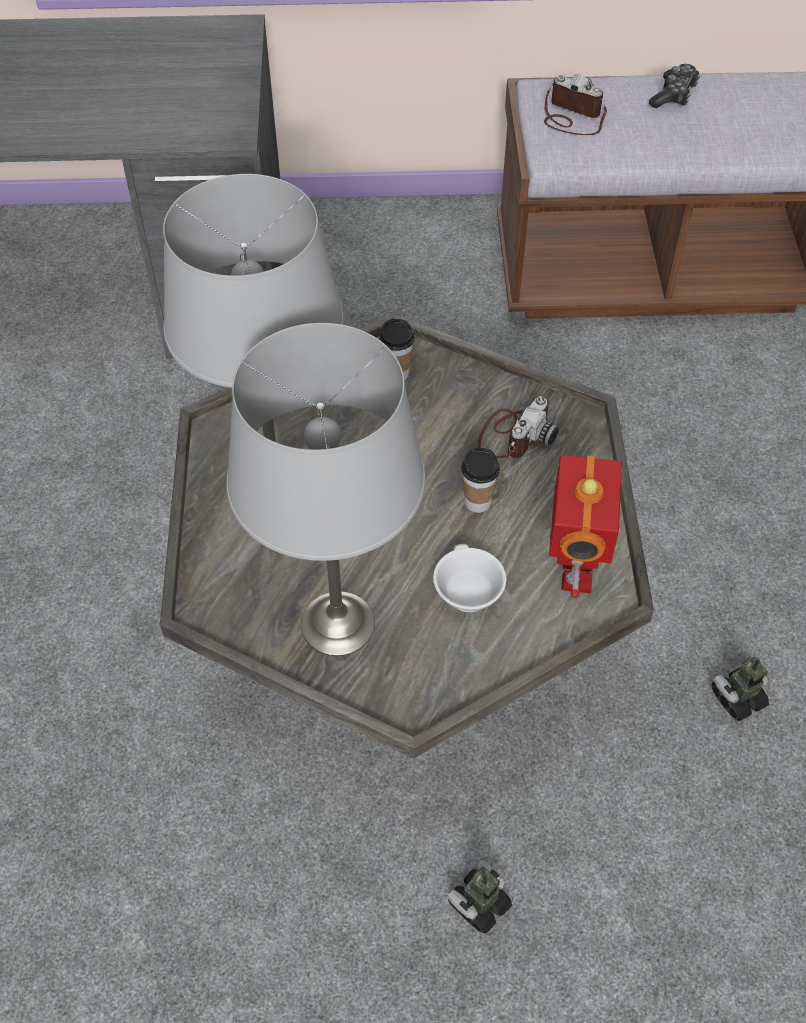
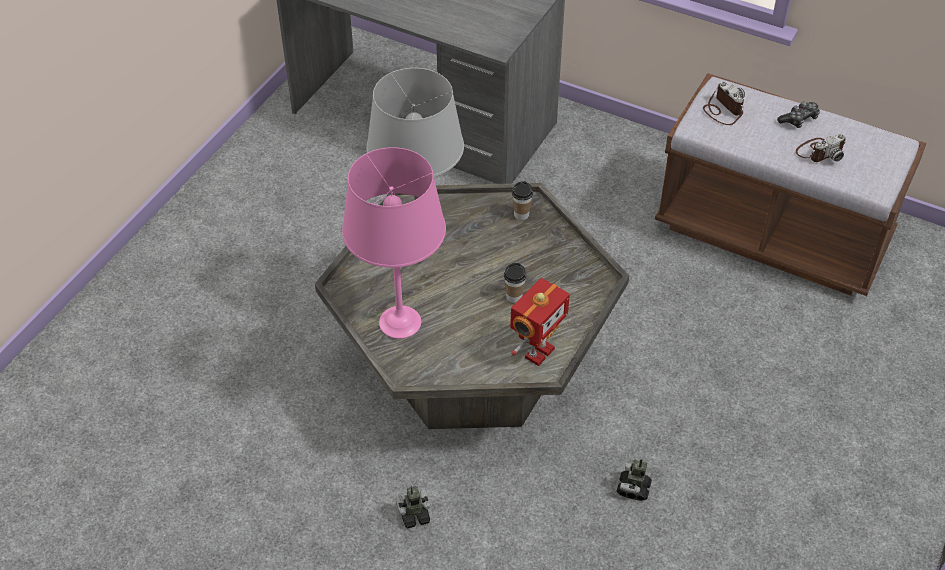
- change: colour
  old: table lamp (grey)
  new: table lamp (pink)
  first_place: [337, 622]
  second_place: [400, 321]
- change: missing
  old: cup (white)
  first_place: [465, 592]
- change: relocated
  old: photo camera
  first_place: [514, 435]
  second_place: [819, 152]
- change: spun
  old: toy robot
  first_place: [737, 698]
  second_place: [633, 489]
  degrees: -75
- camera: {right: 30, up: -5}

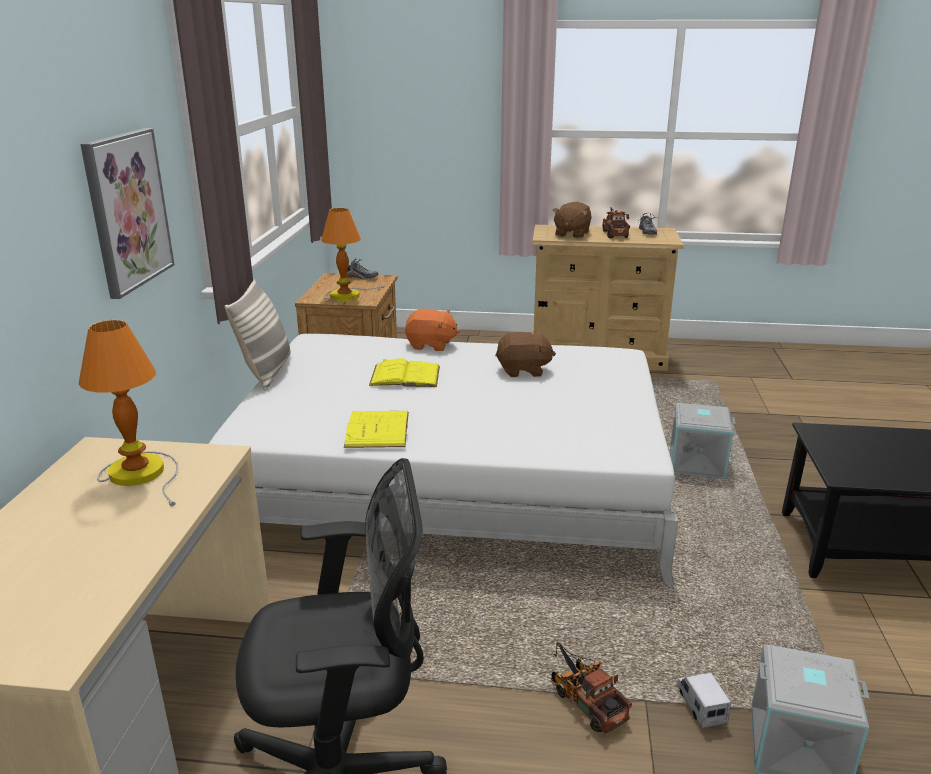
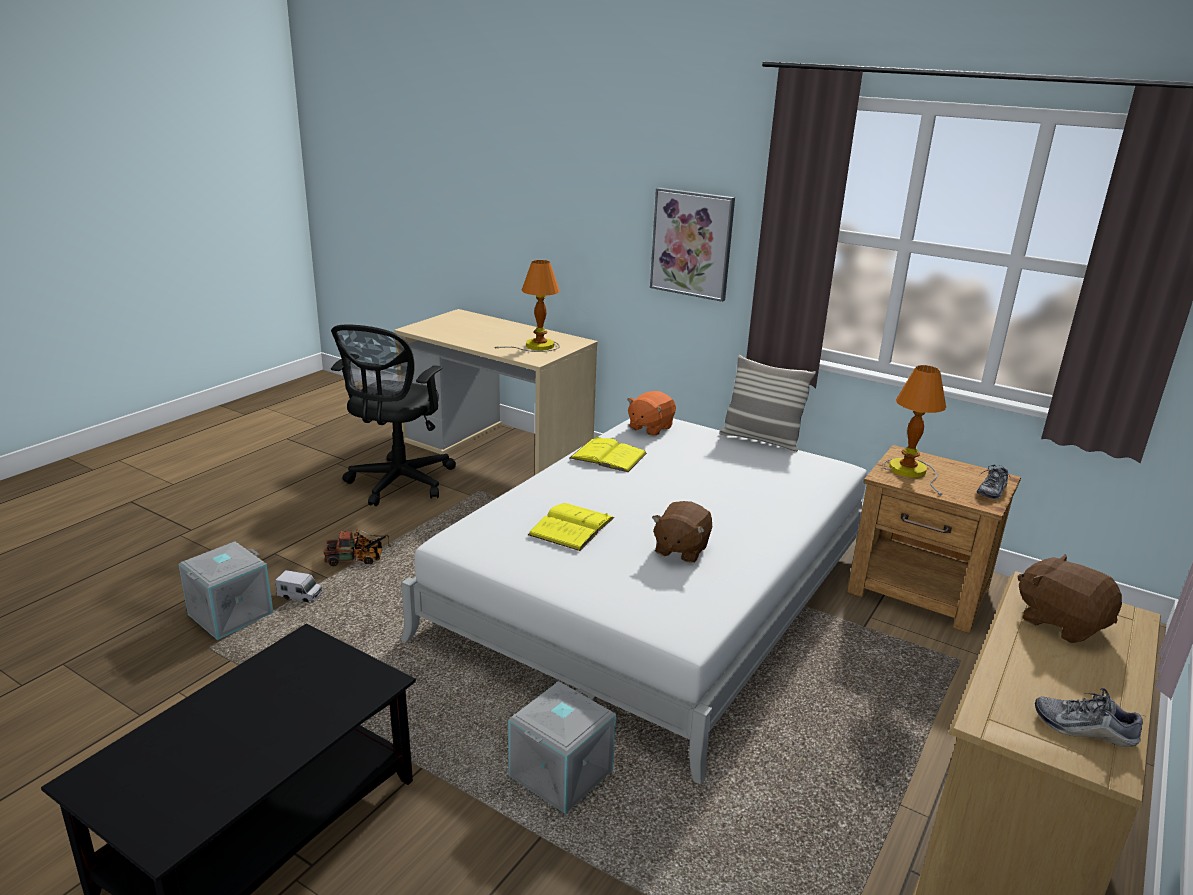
- change: relocated
  old: book (yellow)
  first_place: [405, 375]
  second_place: [572, 526]
- change: relocated
  old: plush toy (orange)
  first_place: [431, 345]
  second_place: [650, 427]
- change: missing
  old: toy truck
  first_place: [614, 233]
- camera: {right: 115, up: 0}

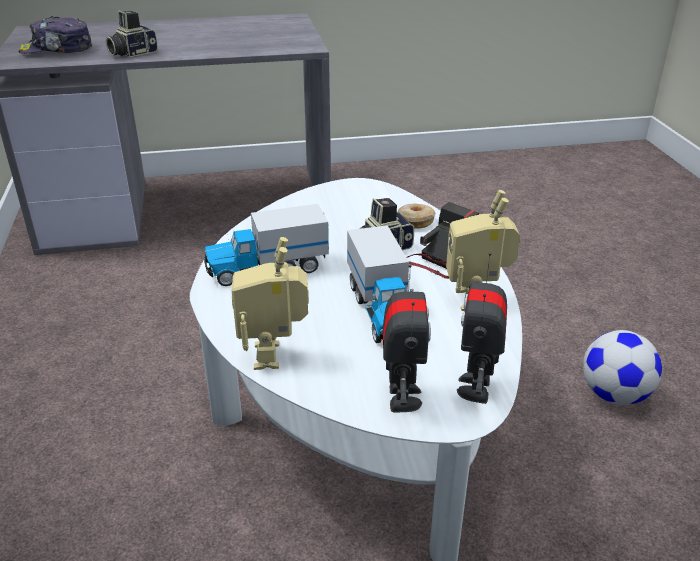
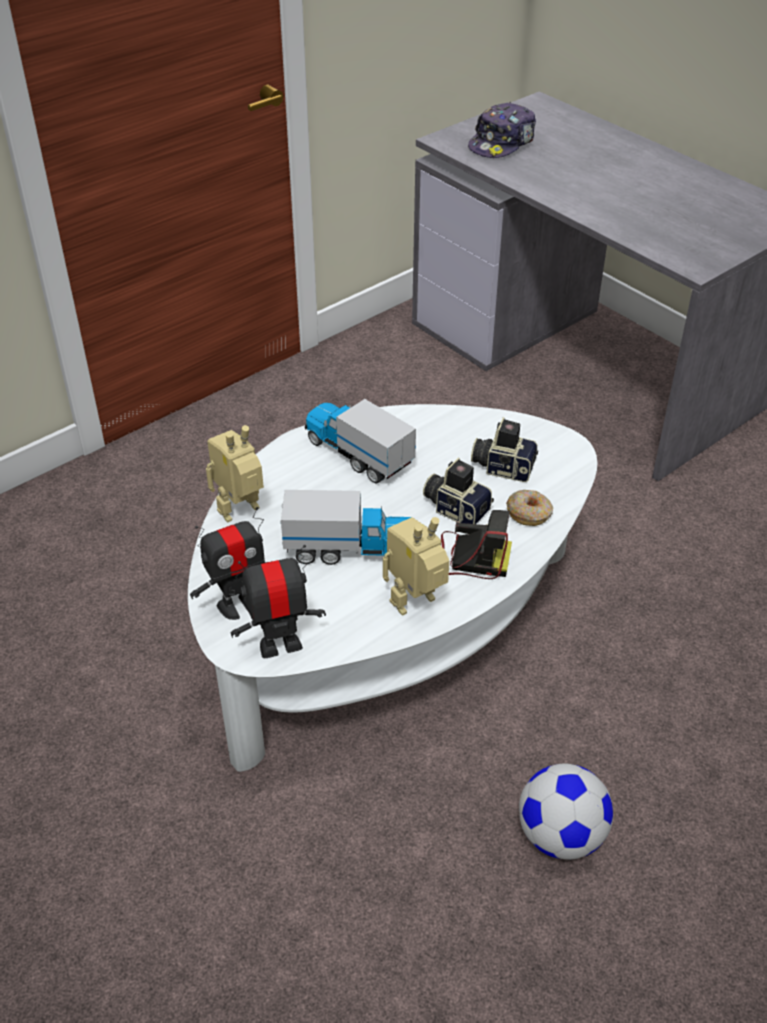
- change: spun
  old: cap
  first_place: [57, 50]
  second_place: [502, 143]
  degrees: -105
- change: relocated
  old: photo camera
  first_place: [132, 53]
  second_place: [503, 466]
- change: spun
  old: toy truck
  first_place: [383, 310]
  second_place: [350, 549]
  degrees: -135
- camera: {right: 60, up: 10}

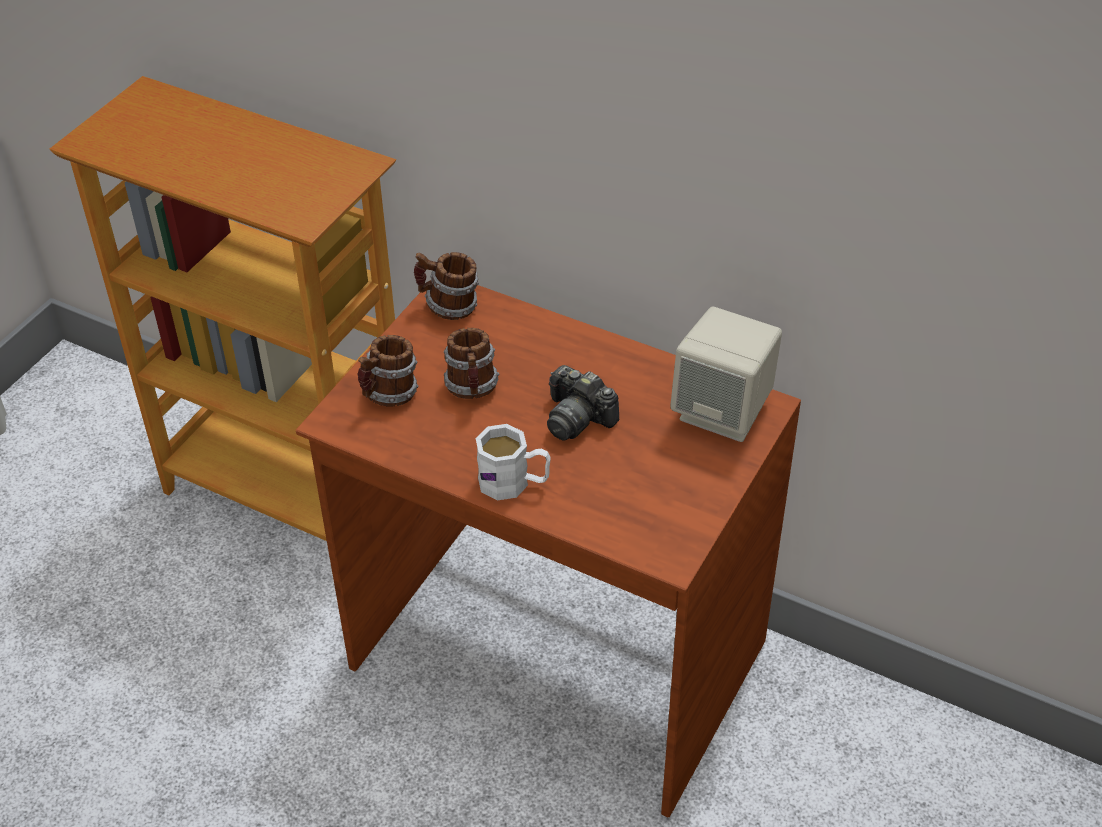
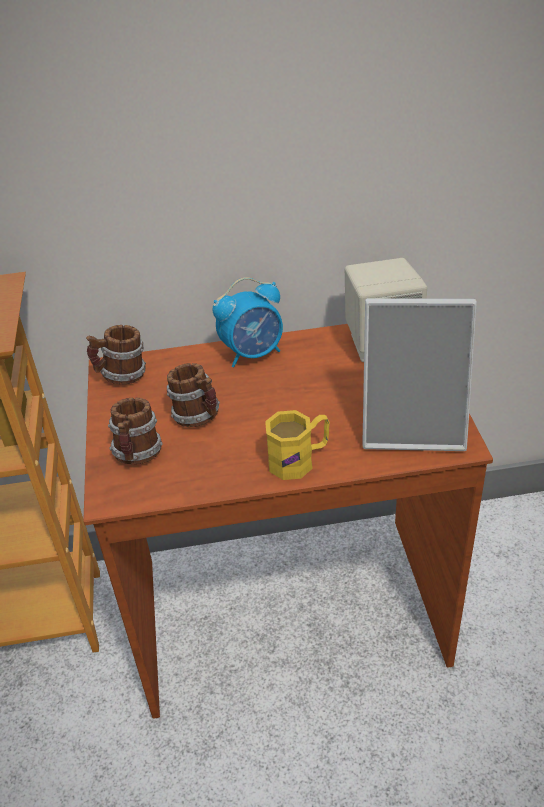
- change: colour
  old: mug (white)
  new: mug (yellow)
  first_place: [514, 483]
  second_place: [299, 460]
- change: missing
  old: photo camera
  first_place: [577, 418]
- change: appeared
  new: alarm clock
  second_place: [253, 353]
- change: appeared
  new: picture frame
  second_place: [413, 426]
- camera: {right: -35, up: -5}

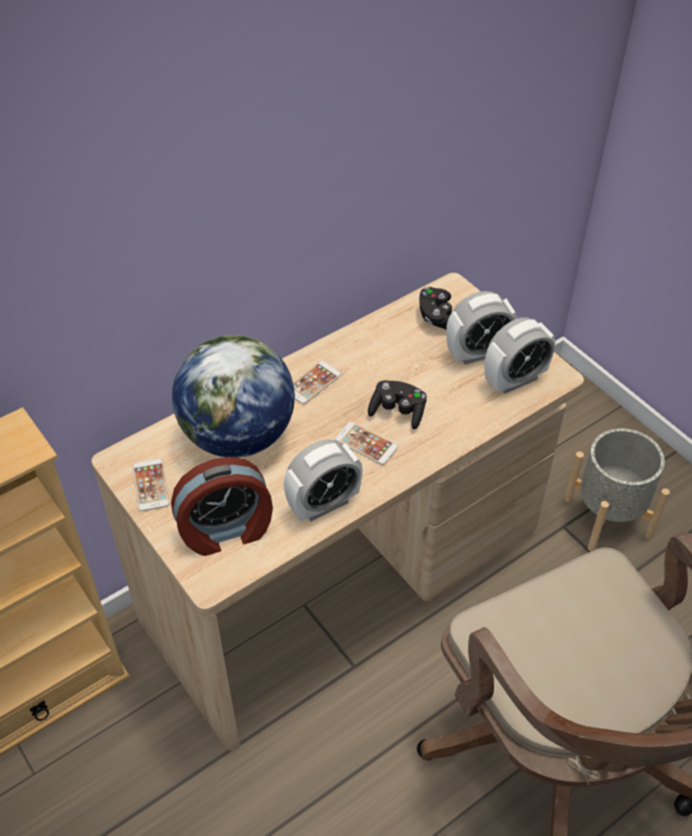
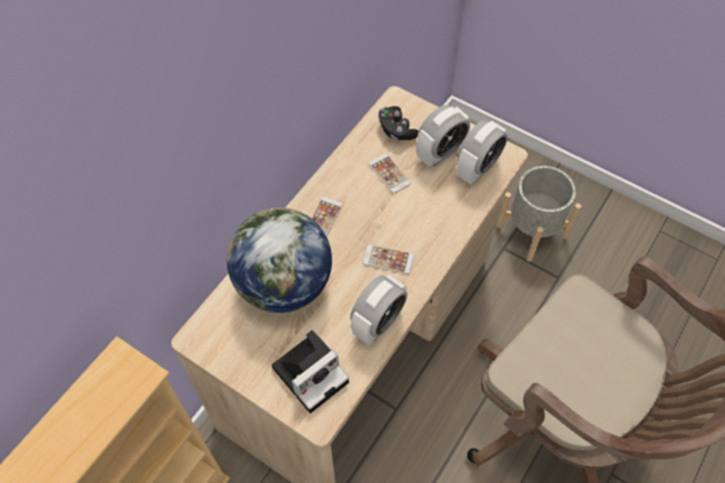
- change: relocated
  old: phone
  first_place: [151, 485]
  second_place: [389, 173]
- change: exchanged
  old: alarm clock
  new: photo camera
  first_place: [226, 531]
  second_place: [312, 372]
- change: missing
  old: game controller (black)
  first_place: [398, 412]
- camera: {right: -20, up: 10}

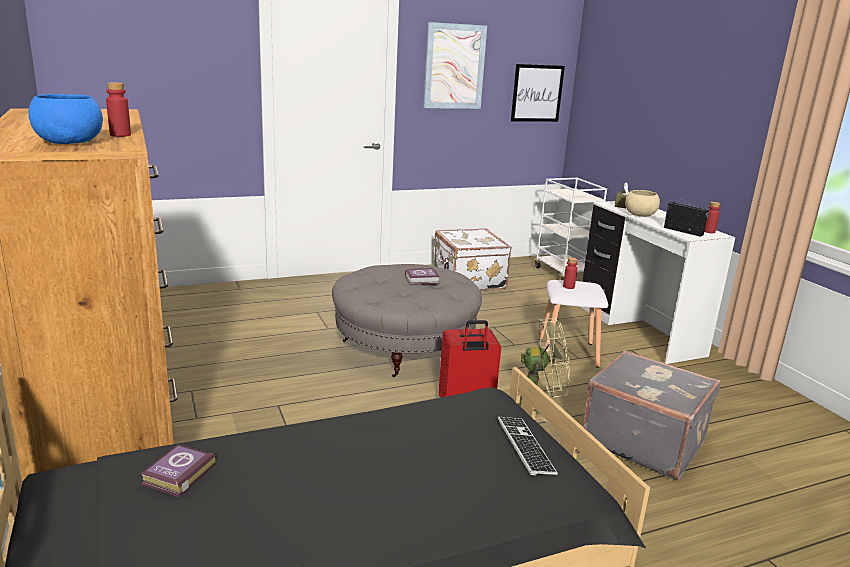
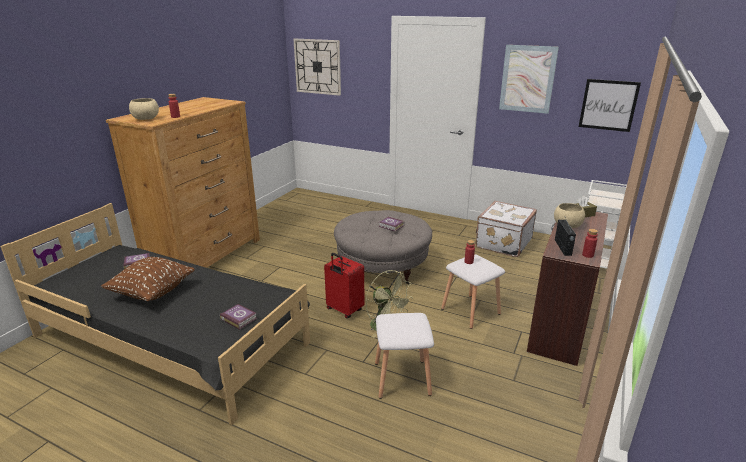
- change: colour
  old: bowl (blue)
  new: bowl (beige)
  first_place: [69, 143]
  second_place: [145, 119]
- change: exchanged
  old: keyboard
  new: book
  first_place: [525, 447]
  second_place: [238, 318]
- change: colour
  old: desk (white)
  new: desk (brown)
  first_place: [638, 331]
  second_place: [558, 323]
- change: exchanged
  old: suitcase (grey)
  new: stool (white)
  first_place: [643, 441]
  second_place: [401, 378]
- change: appeared
  new: pillow (brown)
  second_place: [152, 292]
- change: appeared
  new: wall clock
  second_place: [317, 66]
- camera: {right: 50, up: 5}

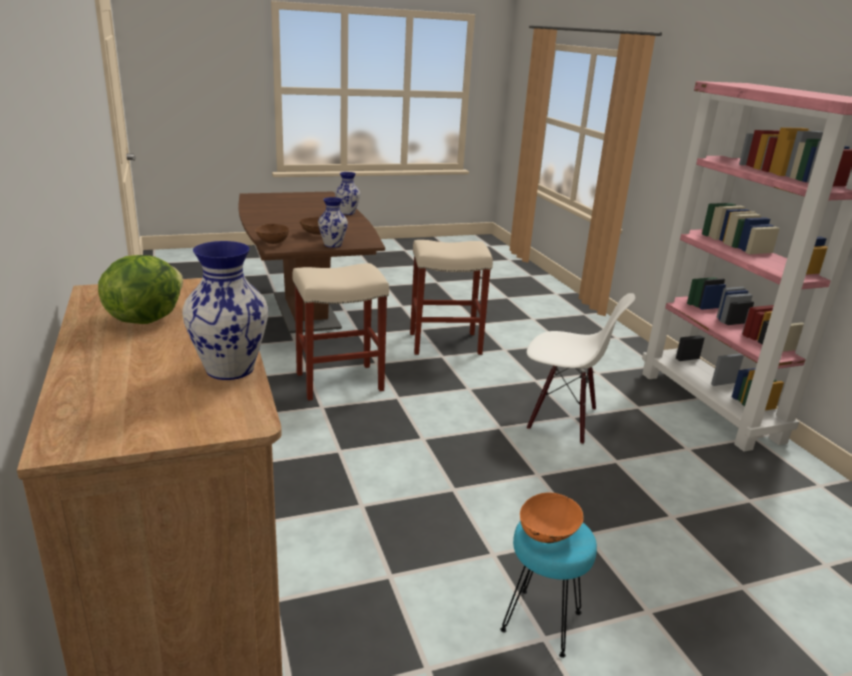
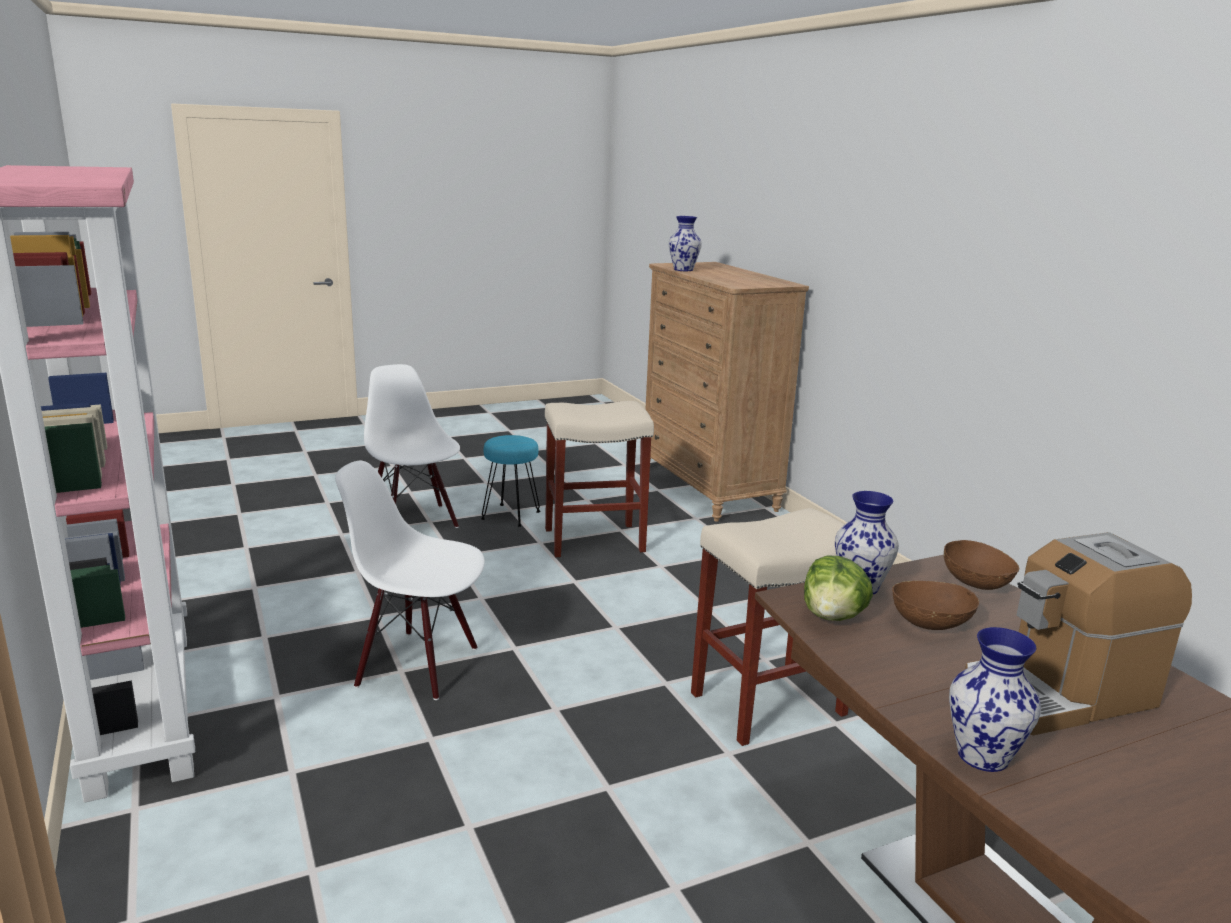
- change: relocated
  old: lettuce
  first_place: [144, 318]
  second_place: [833, 617]
- change: relocated
  old: stool (beige)
  first_place: [446, 343]
  second_place: [593, 540]
- change: missing
  old: bowl (orange)
  first_place: [548, 534]
- change: appeared
  new: chair (white)
  second_place: [413, 522]
- change: appeared
  new: coffee machine
  second_place: [1058, 693]
- camera: {right: 175, up: -5}

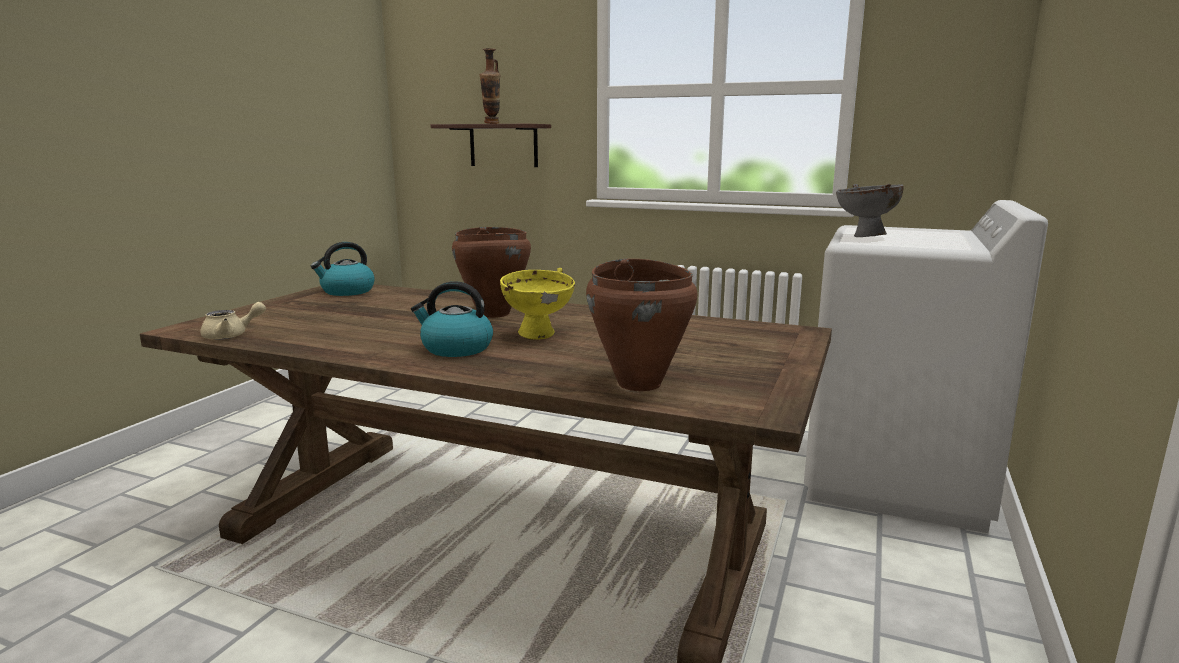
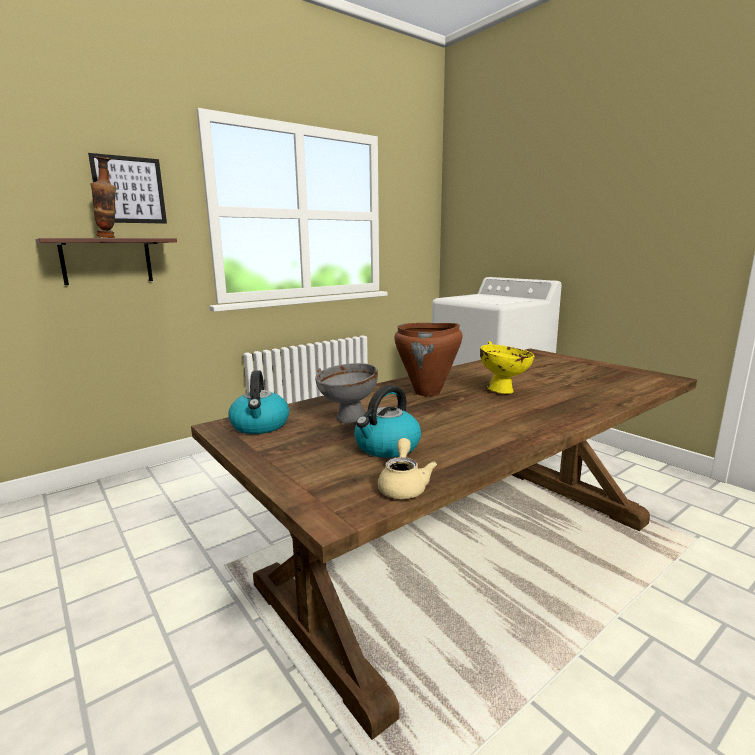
- change: relocated
  old: kettle
  first_place: [455, 348]
  second_place: [387, 447]
- change: missing
  old: cooking pot (brown)
  first_place: [640, 383]
- change: relocated
  old: bowl (grey)
  first_place: [865, 237]
  second_place: [349, 419]
- change: appeared
  new: picture
  second_place: [129, 190]
- camera: {right: -60, up: 0}

